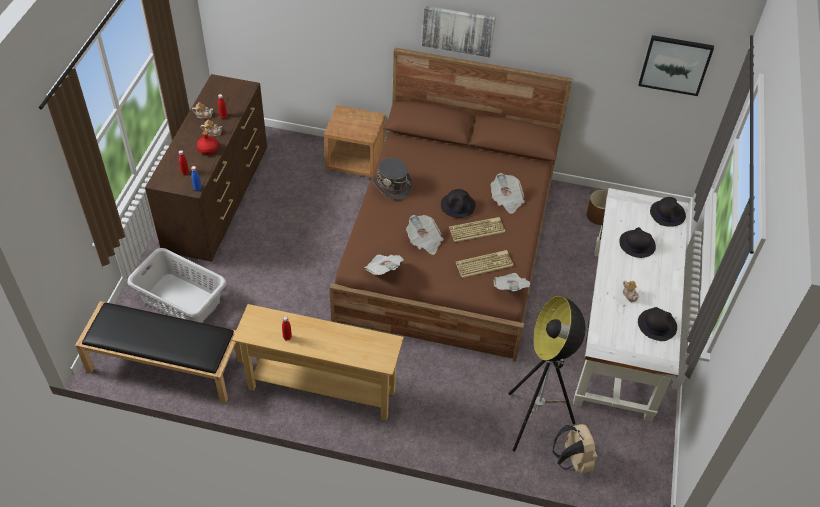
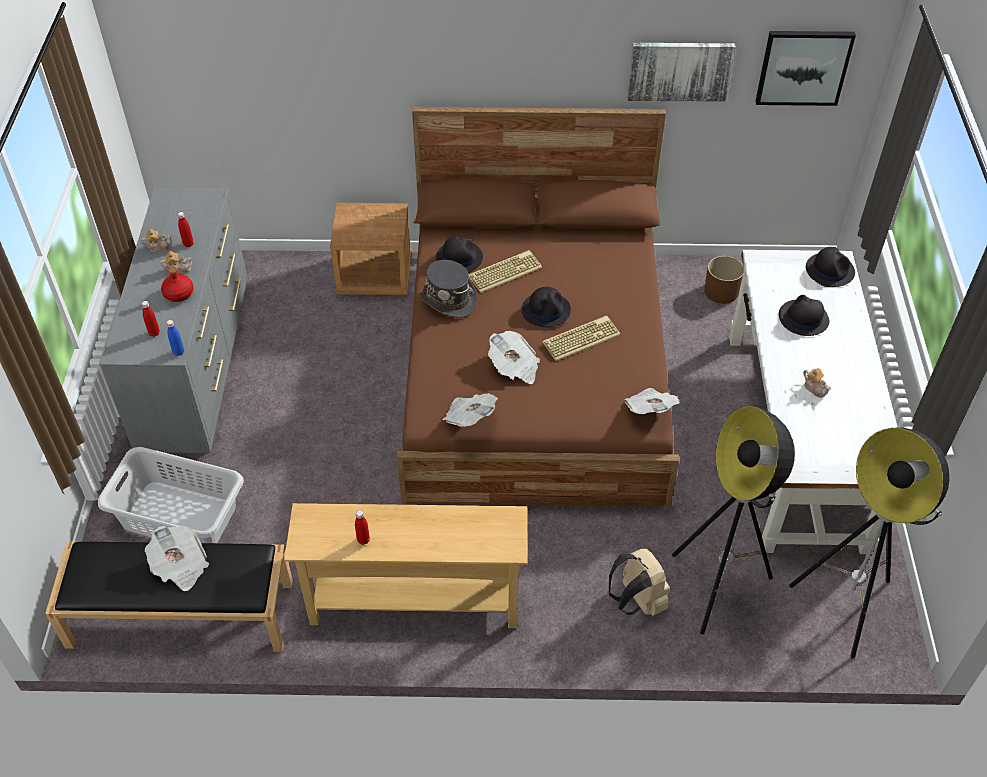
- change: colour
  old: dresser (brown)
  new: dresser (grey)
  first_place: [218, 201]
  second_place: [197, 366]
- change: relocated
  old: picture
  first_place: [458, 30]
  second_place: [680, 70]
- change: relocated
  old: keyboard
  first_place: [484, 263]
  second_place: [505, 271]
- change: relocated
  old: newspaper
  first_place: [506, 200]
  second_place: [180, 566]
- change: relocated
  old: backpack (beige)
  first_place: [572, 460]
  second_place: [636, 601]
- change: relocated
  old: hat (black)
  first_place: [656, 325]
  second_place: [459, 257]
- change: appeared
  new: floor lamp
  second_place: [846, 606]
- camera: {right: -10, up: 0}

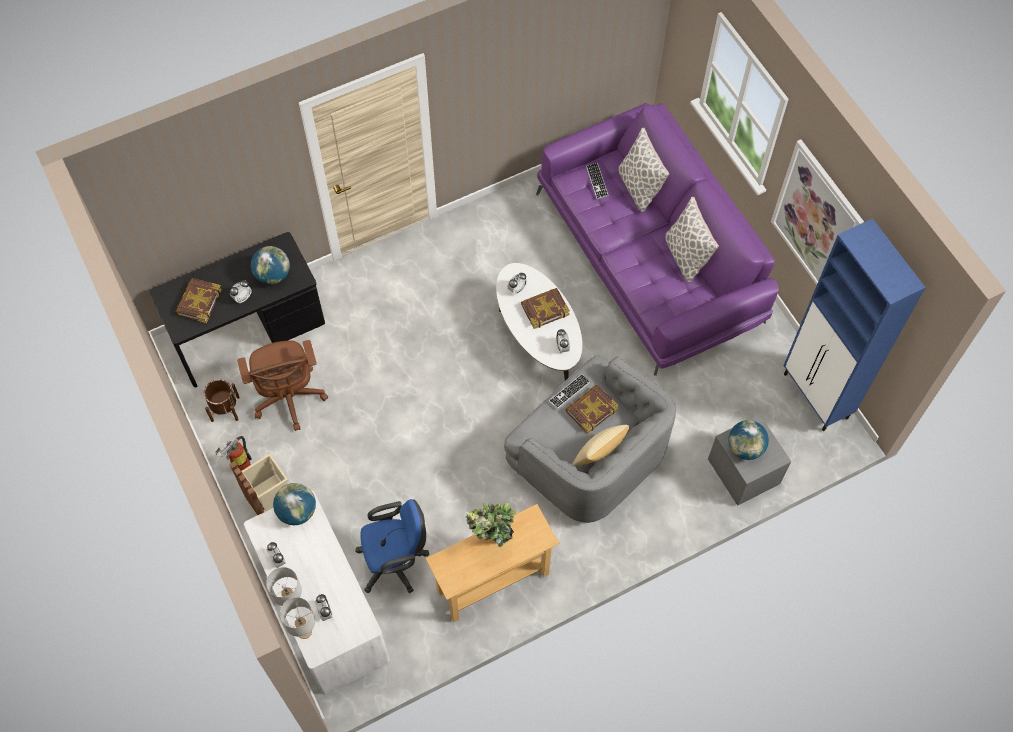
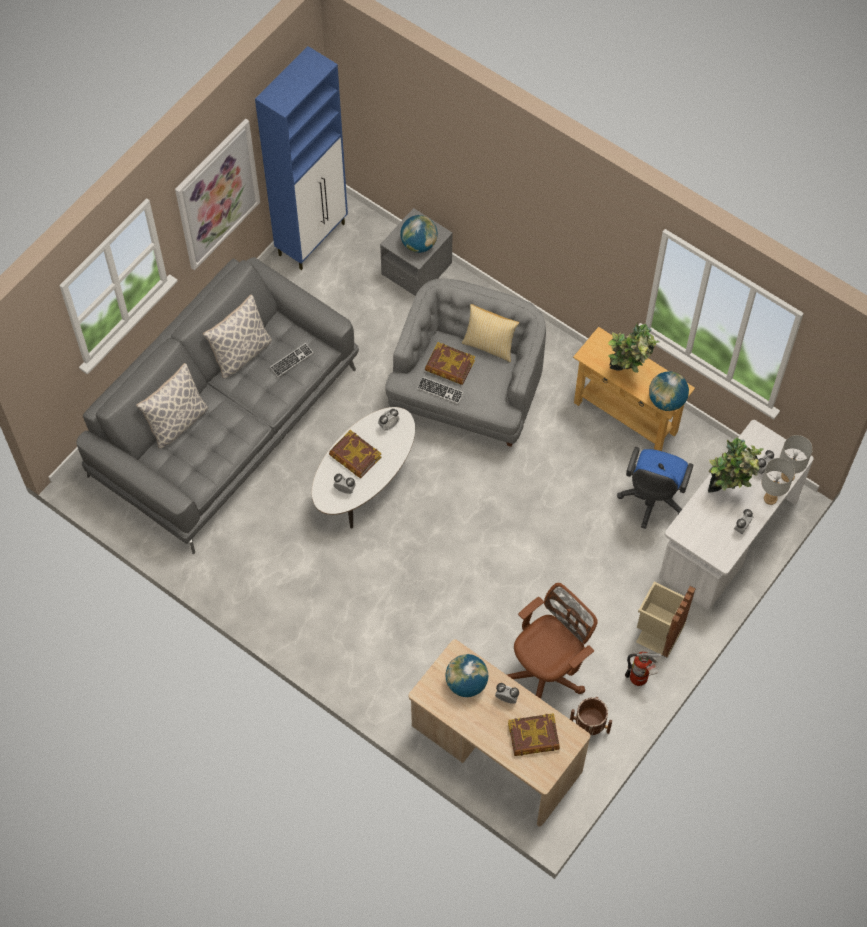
- change: colour
  old: desk (black)
  new: desk (beige)
  first_place: [249, 332]
  second_place: [495, 751]
- change: relocated
  old: globe
  first_place: [297, 511]
  second_place: [666, 401]
- change: spun
  old: office chair (blue)
  first_place: [396, 562]
  second_place: [652, 500]
  degrees: -120
- change: colour
  old: sofa (purple)
  new: sofa (grey)
  first_place: [649, 258]
  second_place: [225, 421]
- change: relocated
  old: keyboard
  first_place: [597, 181]
  second_place: [291, 360]
- change: appeared
  new: potted plant
  second_place: [727, 490]
- camera: {right: -115, up: 0}

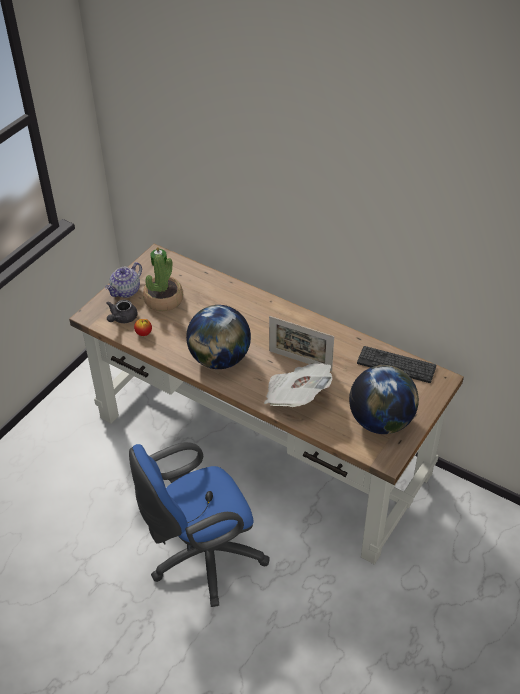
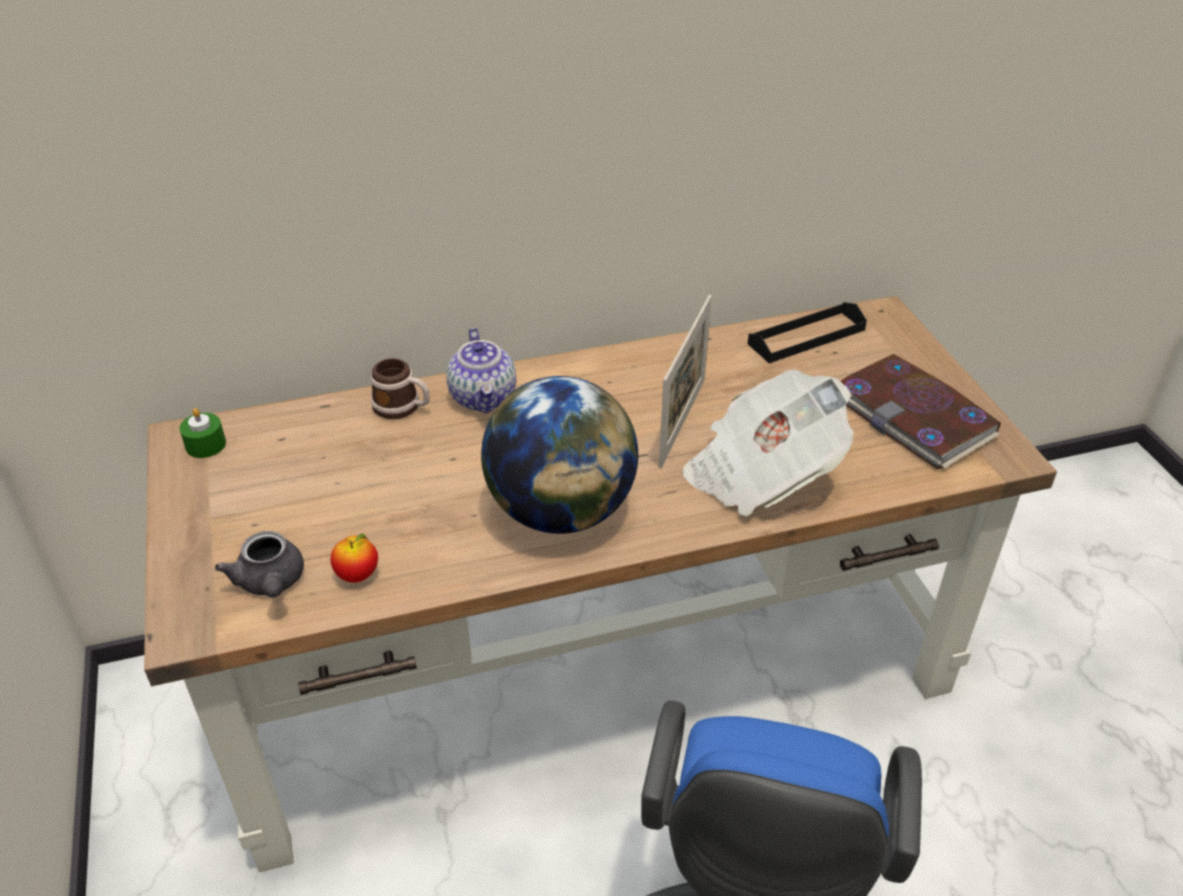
- change: relocated
  old: teapot
  first_place: [126, 291]
  second_place: [484, 398]
- change: missing
  old: potted plant
  first_place: [163, 300]
- change: spun
  old: picture frame
  first_place: [300, 361]
  second_place: [682, 422]
  degrees: -45
- change: exchanged
  old: globe
  new: book
  first_place: [381, 421]
  second_place: [914, 416]
- change: exchanged
  old: keyboard
  new: tray (black)
  first_place: [396, 365]
  second_place: [806, 337]
- change: appeared
  new: mug
  second_place: [402, 407]
- camera: {right: -50, up: -5}

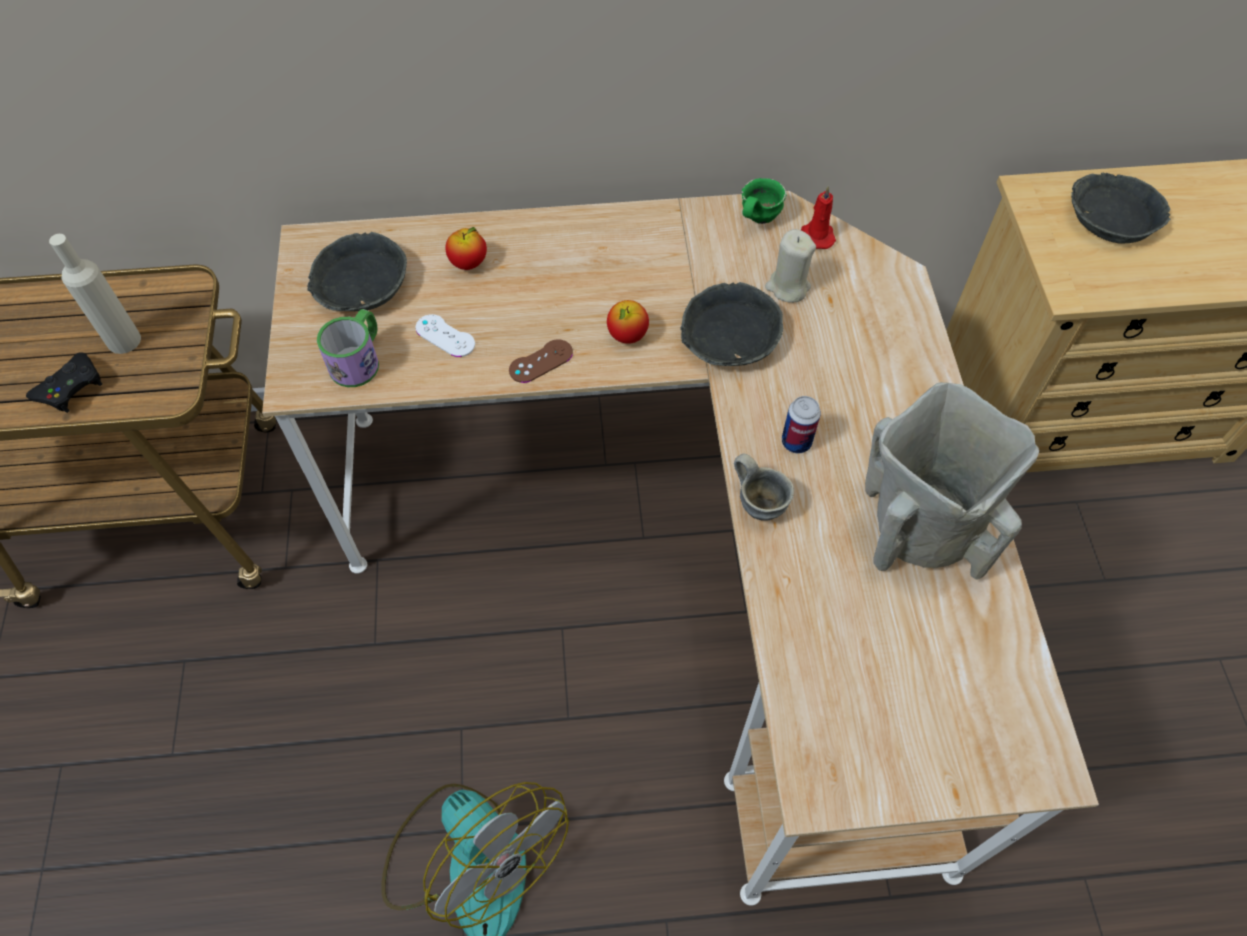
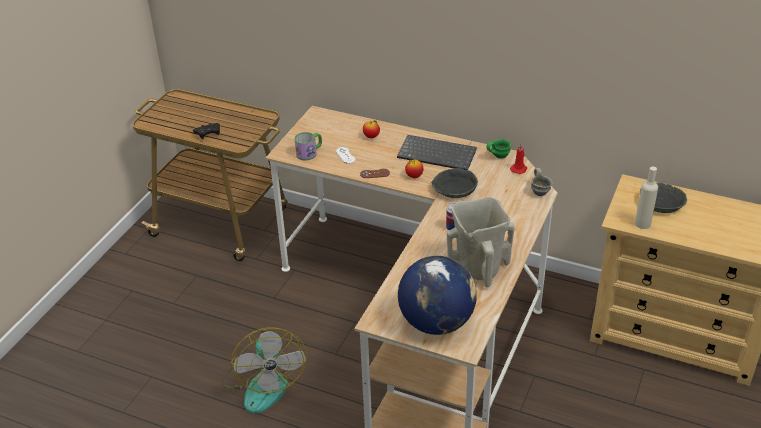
- change: relocated
  old: bottle (beige)
  first_place: [124, 340]
  second_place: [642, 224]
- change: missing
  old: bowl (grey)
  first_place: [360, 284]
- change: relocated
  old: mug (grey)
  first_place: [760, 503]
  second_place: [540, 192]
- change: missing
  old: candle (beige)
  first_place: [787, 287]
- change: appeared
  new: keyboard
  second_place: [438, 154]
- change: appeared
  new: globe
  second_place: [436, 322]
- camera: {right: 30, up: -20}

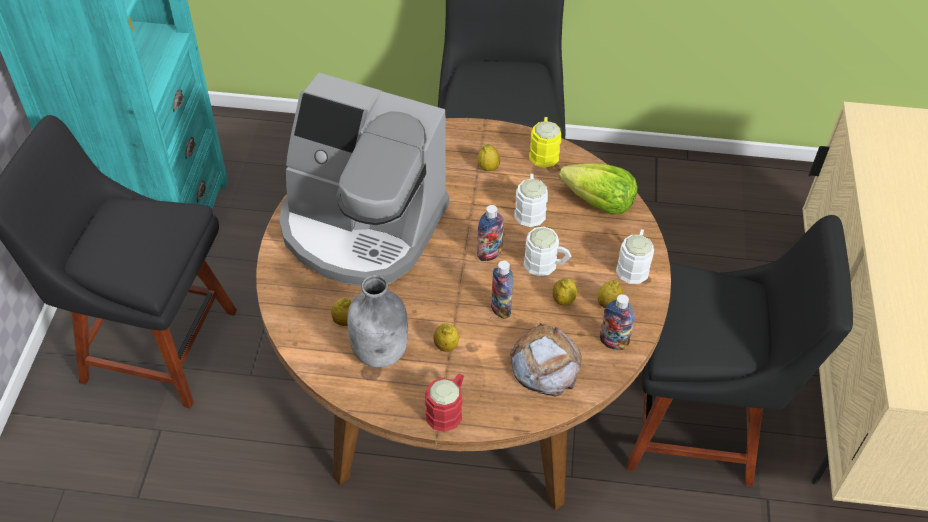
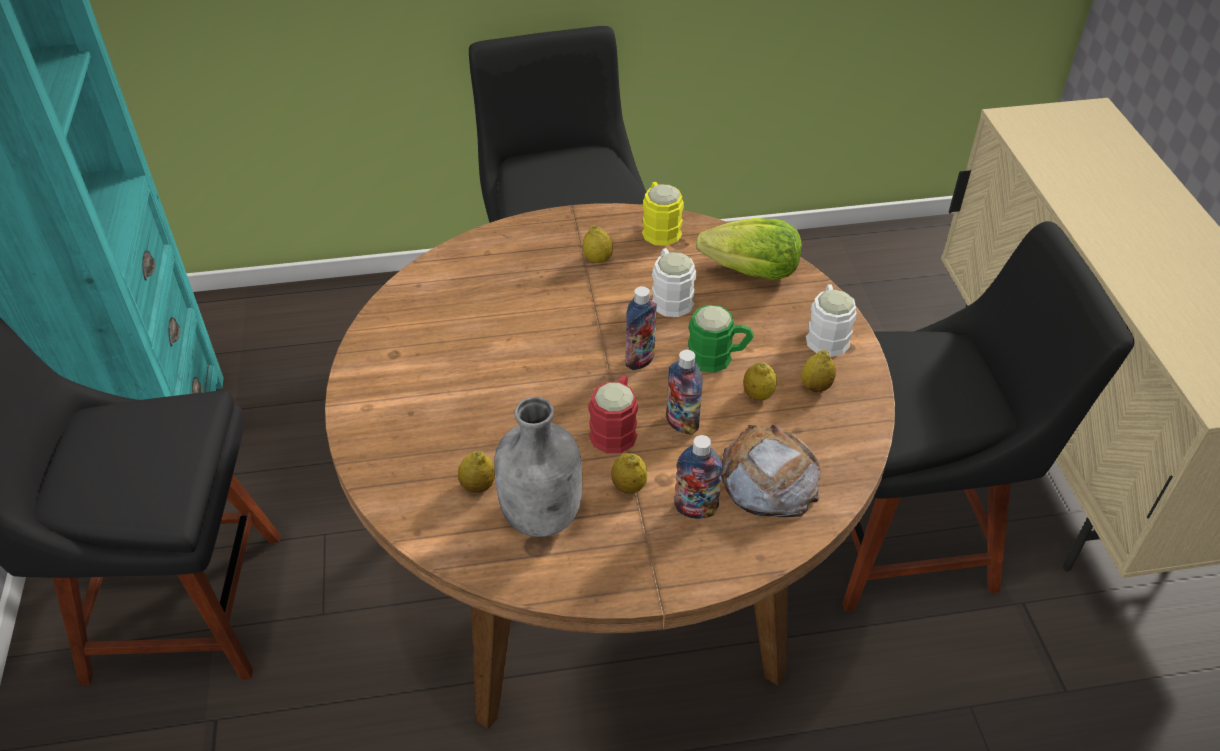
- change: missing
  old: coffee machine
  first_place: [361, 226]
- change: relocated
  old: mug (red)
  first_place: [447, 410]
  second_place: [616, 428]
- change: colour
  old: mug (white)
  new: mug (green)
  first_place: [546, 265]
  second_place: [718, 357]
- change: relocated
  old: bottle
  first_place: [613, 342]
  second_place: [695, 509]
- camera: {right: -15, up: -5}

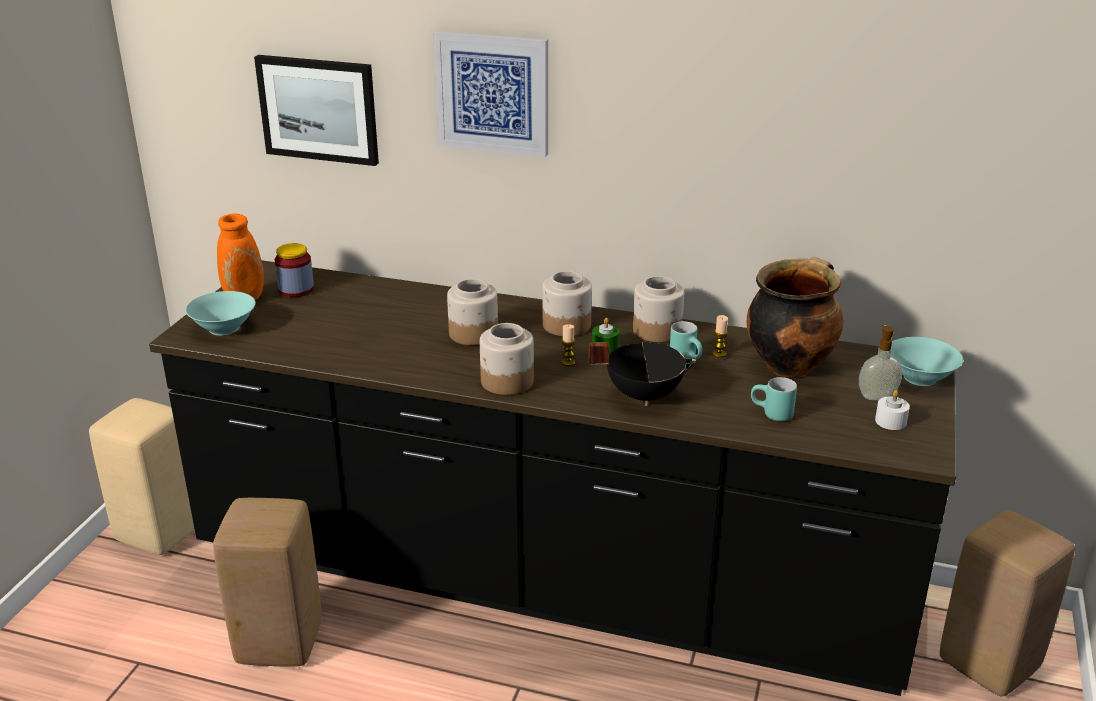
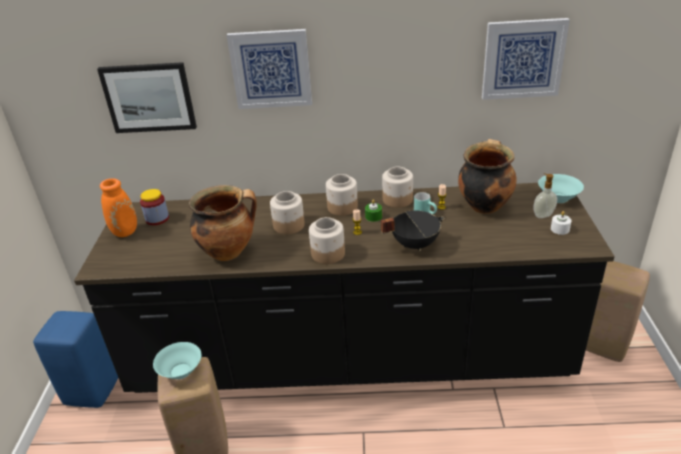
- change: colour
  old: stool (beige)
  new: stool (blue)
  first_place: [159, 532]
  second_place: [92, 391]
- change: relocated
  old: bowl (turquoise)
  first_place: [223, 328]
  second_place: [180, 371]
- change: missing
  old: mug (turquoise)
  first_place: [771, 415]
- change: appeared
  new: cooking pot
  second_place: [229, 251]
- change: appeared
  new: picture
  second_place: [523, 59]
- camera: {right: -15, up: 5}

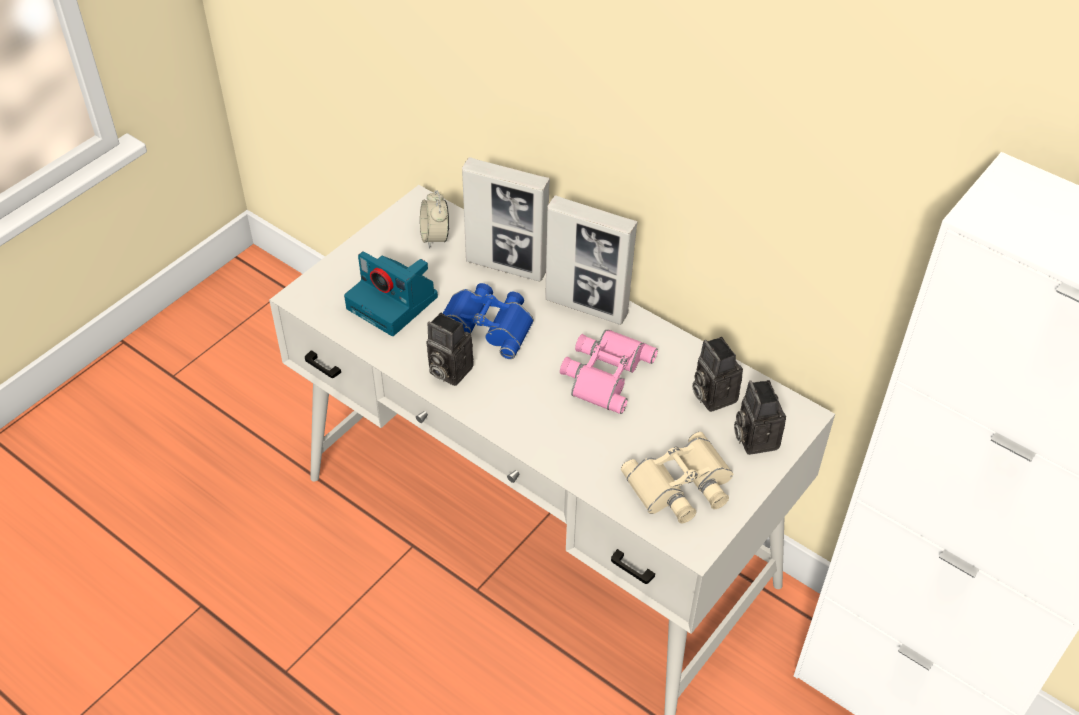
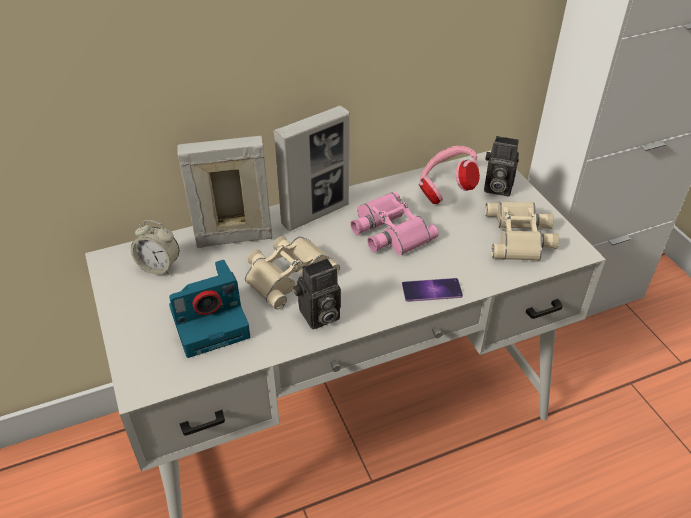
- change: colour
  old: binoculars (blue)
  new: binoculars (beige)
  first_place: [487, 324]
  second_place: [287, 273]
- change: spun
  old: picture frame
  first_place: [506, 266]
  second_place: [234, 238]
  degrees: -150
- change: exchanged
  old: photo camera
  new: headphones (pink)
  first_place: [711, 395]
  second_place: [446, 190]
- change: appeared
  new: phone
  second_place: [432, 290]
- camera: {right: -60, up: -5}

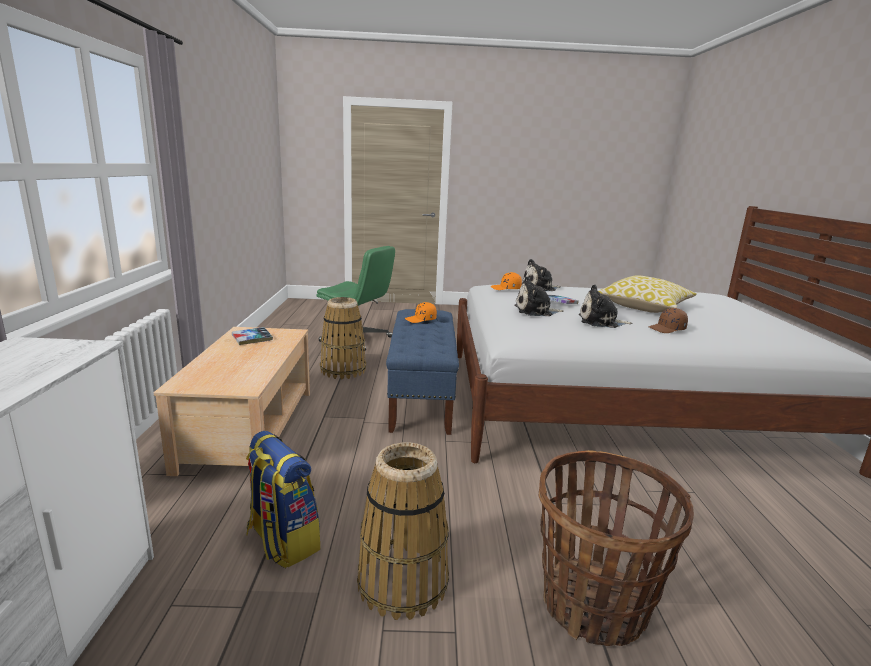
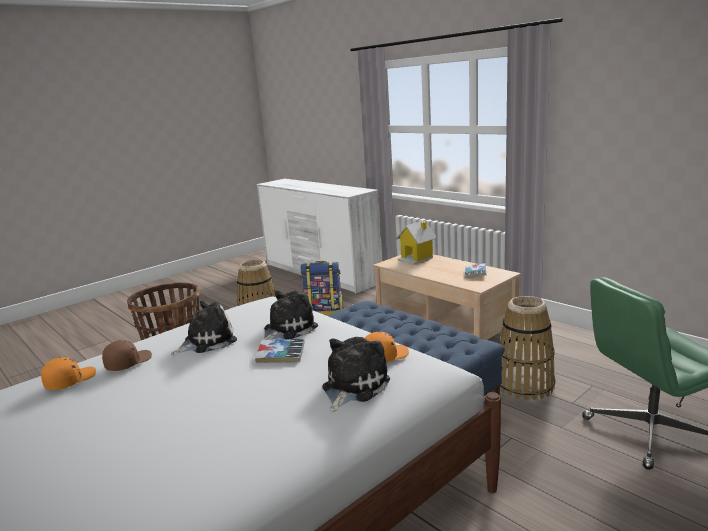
- change: relocated
  old: cap (orange)
  first_place: [421, 319]
  second_place: [70, 380]
- change: missing
  old: pillow
  first_place: [644, 307]
- change: appeared
  new: toy house
  second_place: [416, 259]
- camera: {right: 140, up: 0}

